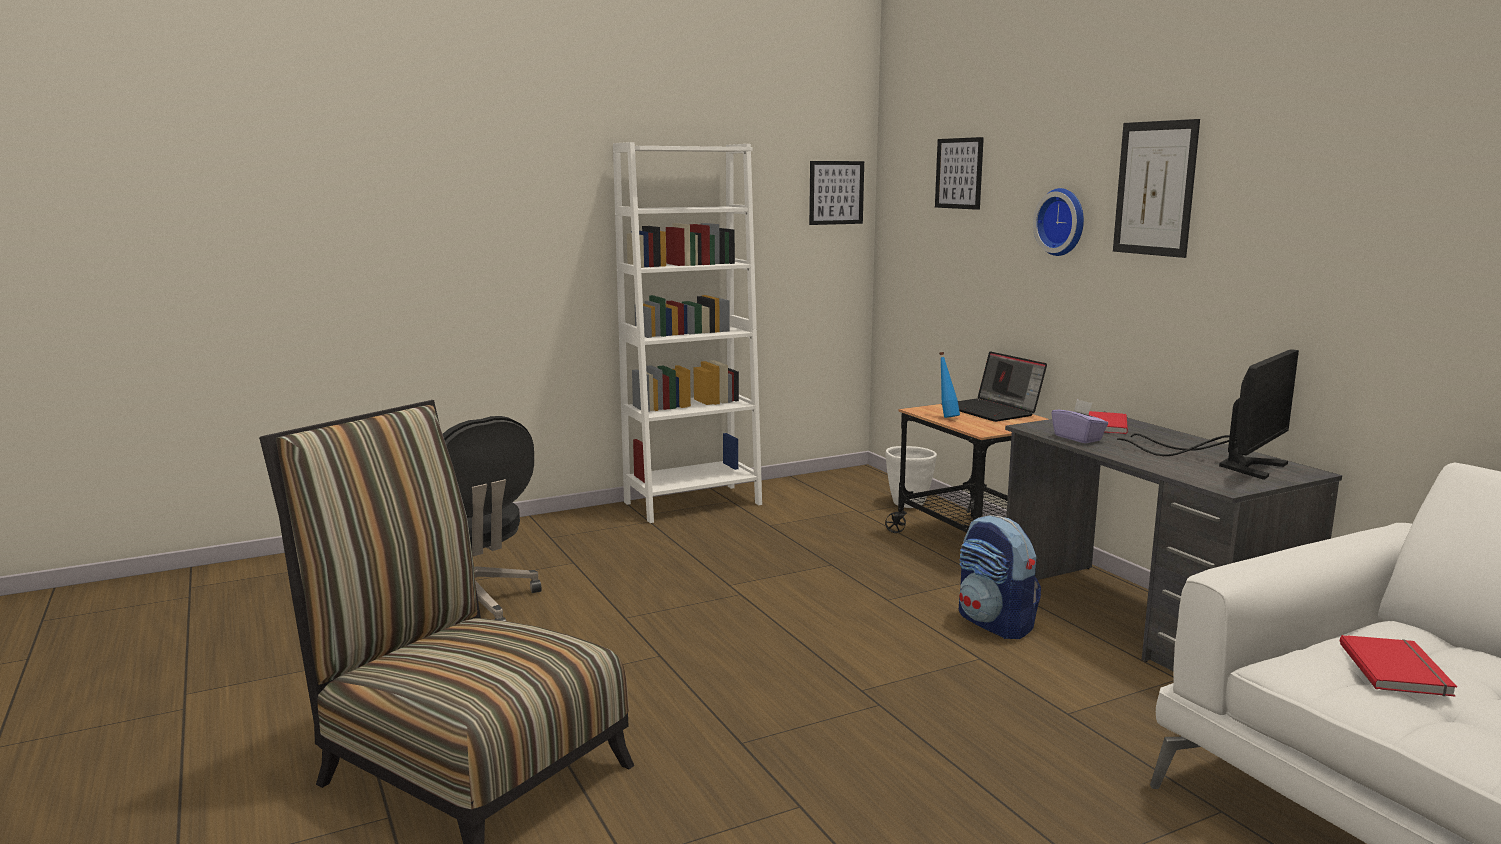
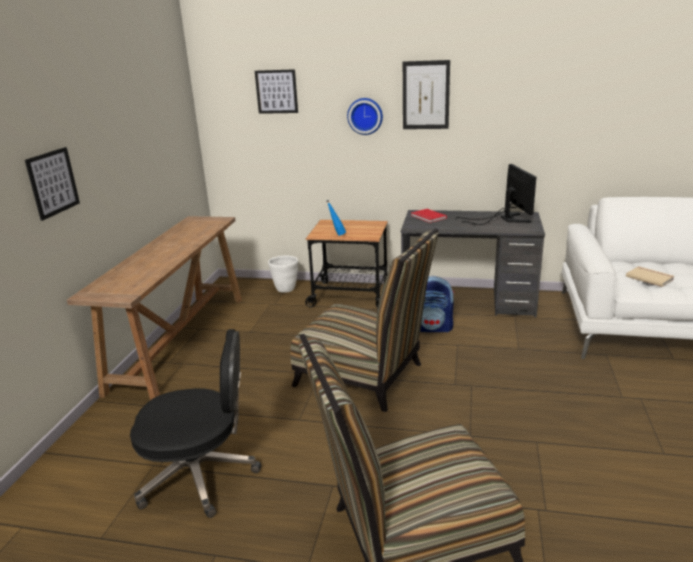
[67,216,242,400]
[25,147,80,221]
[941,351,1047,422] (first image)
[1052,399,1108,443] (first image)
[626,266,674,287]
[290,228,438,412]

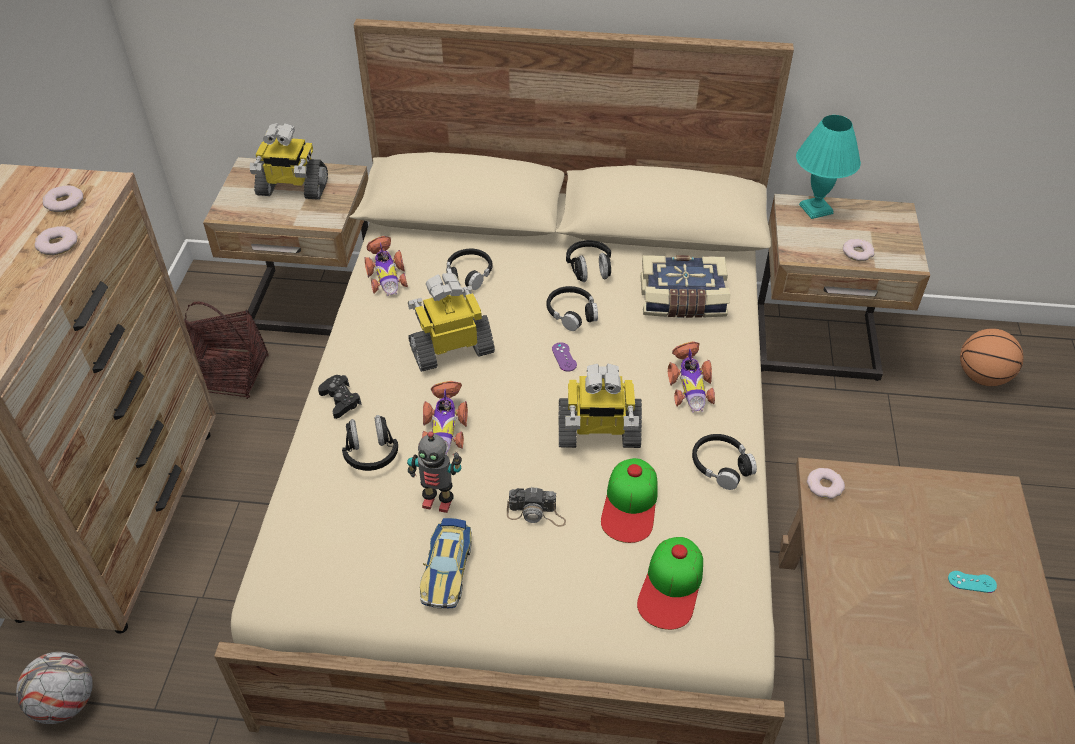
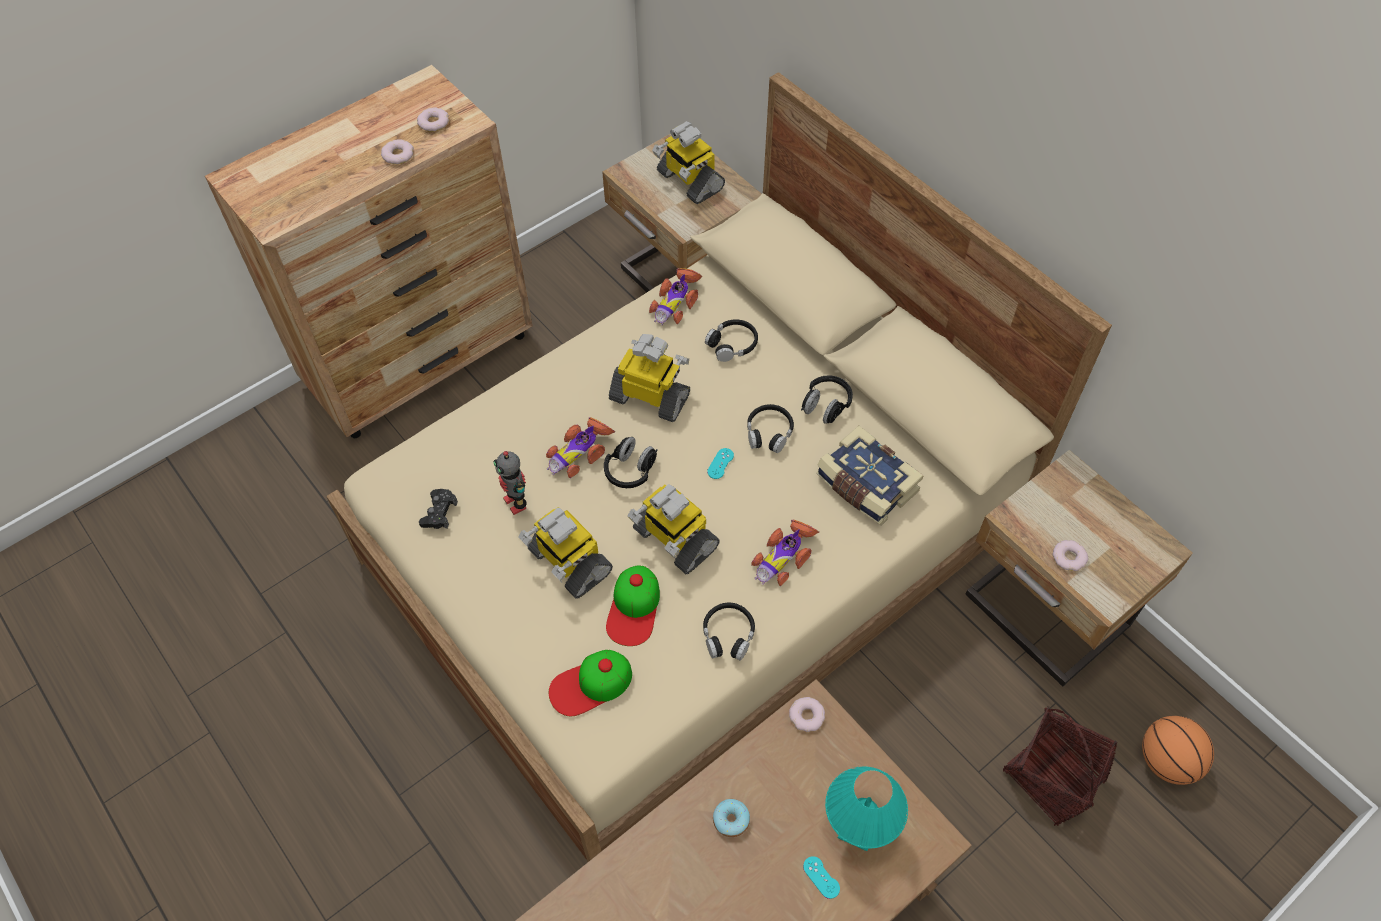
[16,652,93,724] (first image)
[1003,706,1117,826]
[419,489,458,529]
[604,437,657,488]
[420,518,472,608] (first image)
[518,507,613,599]
[707,448,734,479]
[606,565,660,646]
[825,766,908,851]
[713,799,750,837]

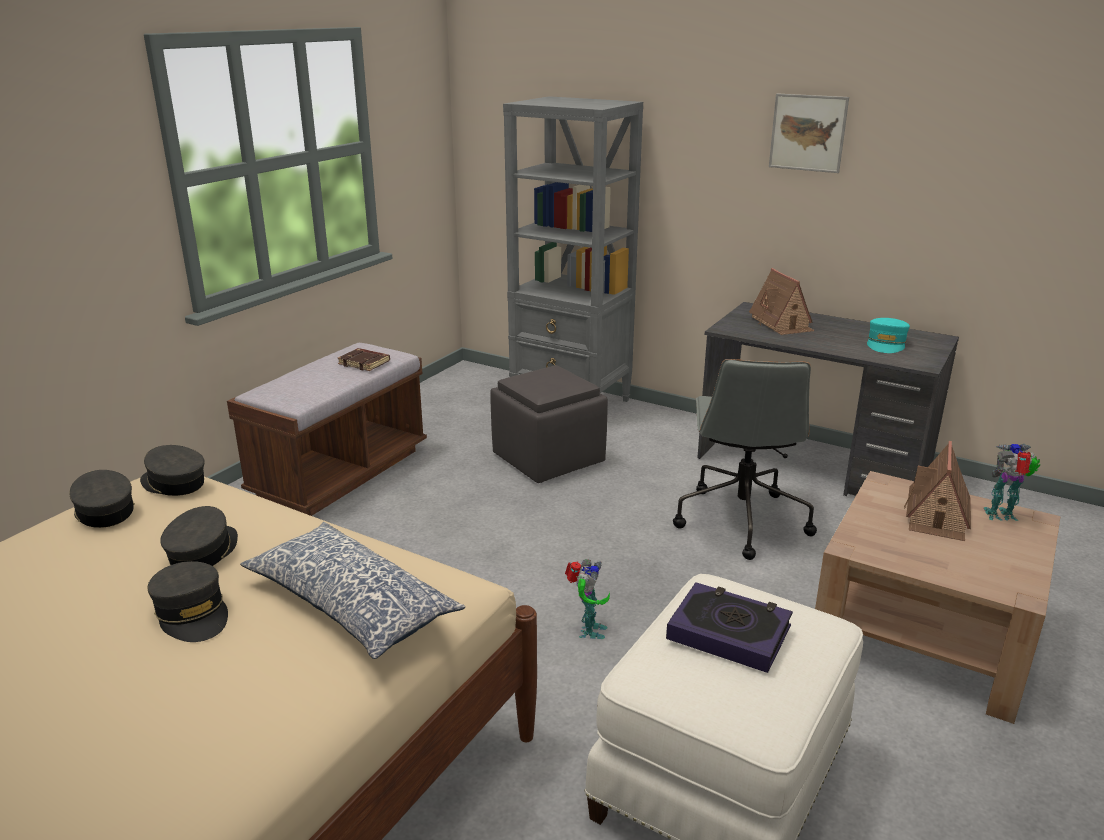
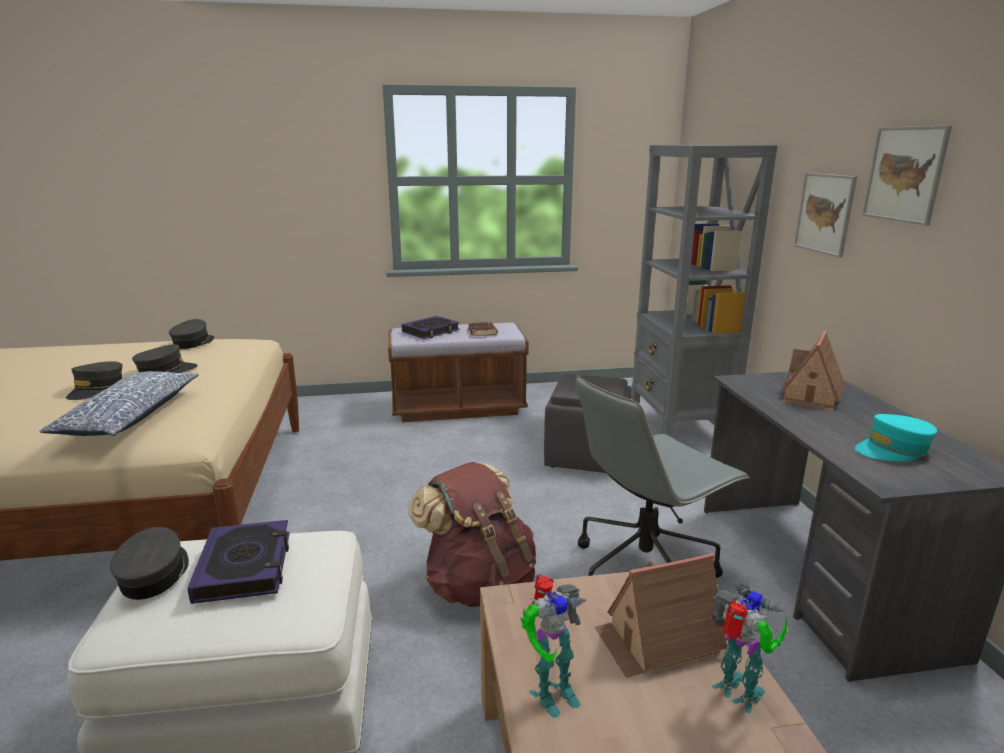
[110,527,189,600]
[521,574,586,717]
[402,316,459,339]
[409,462,536,607]
[794,173,857,258]

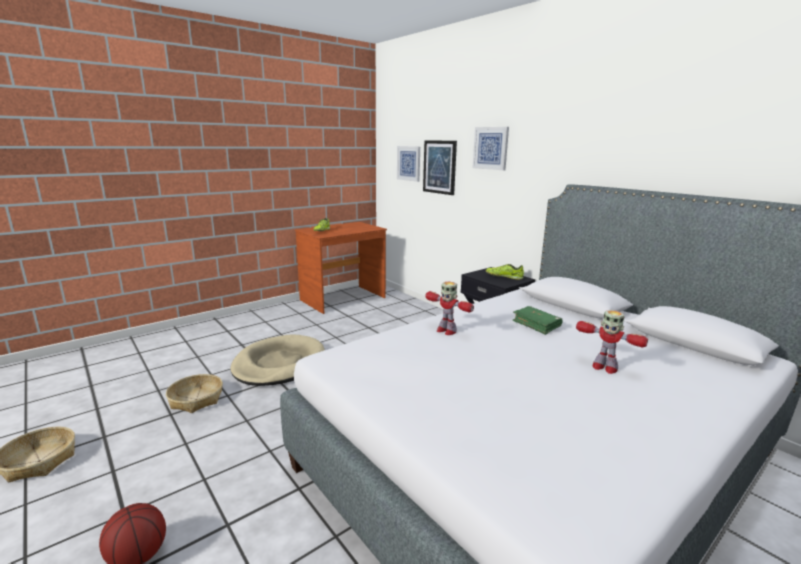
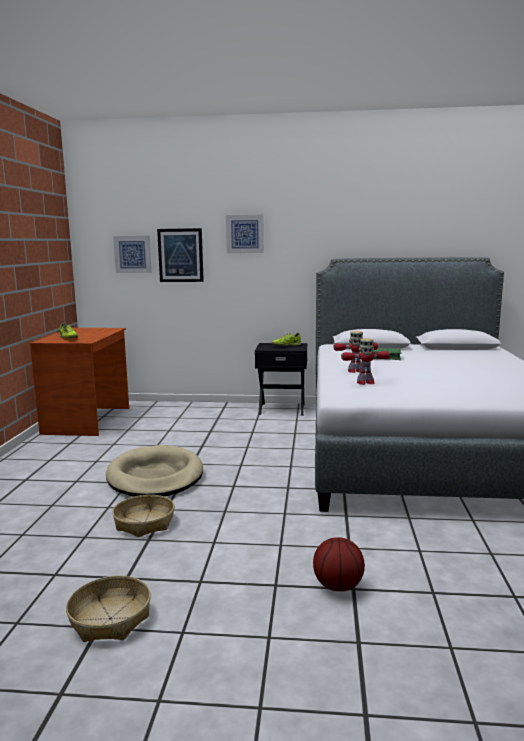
[341,338,390,385]

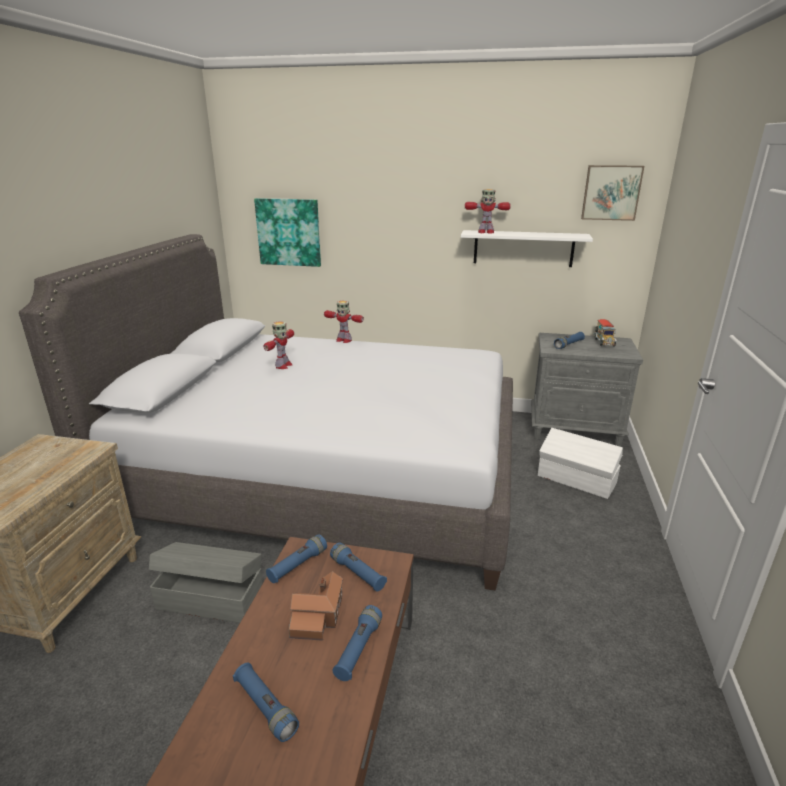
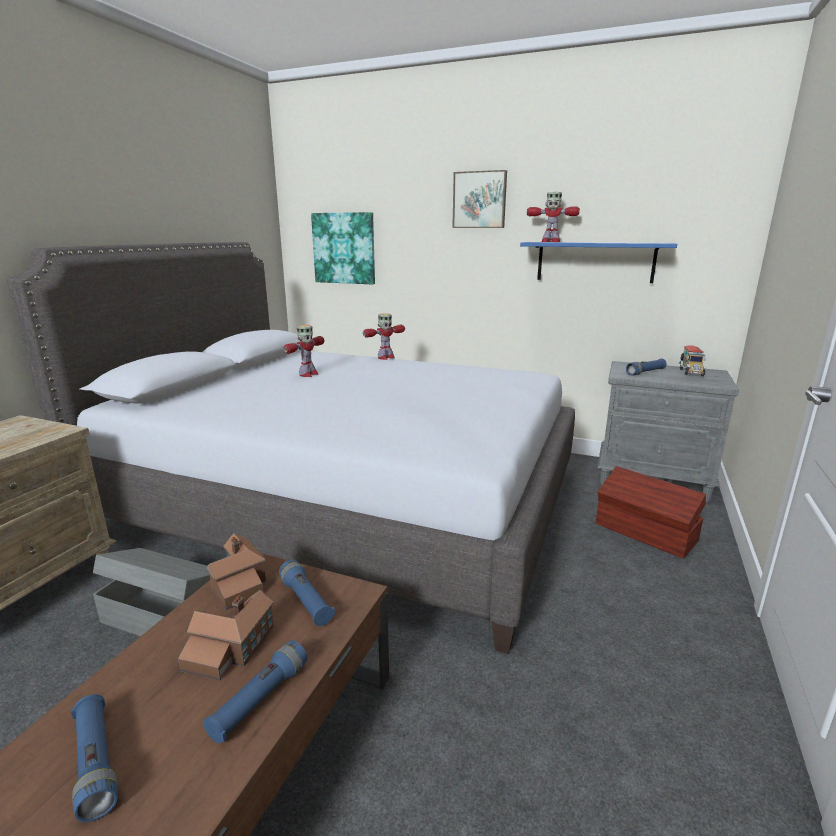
[206,533,266,610]
[363,313,405,360]
[520,242,677,283]
[596,466,706,558]
[452,170,507,228]

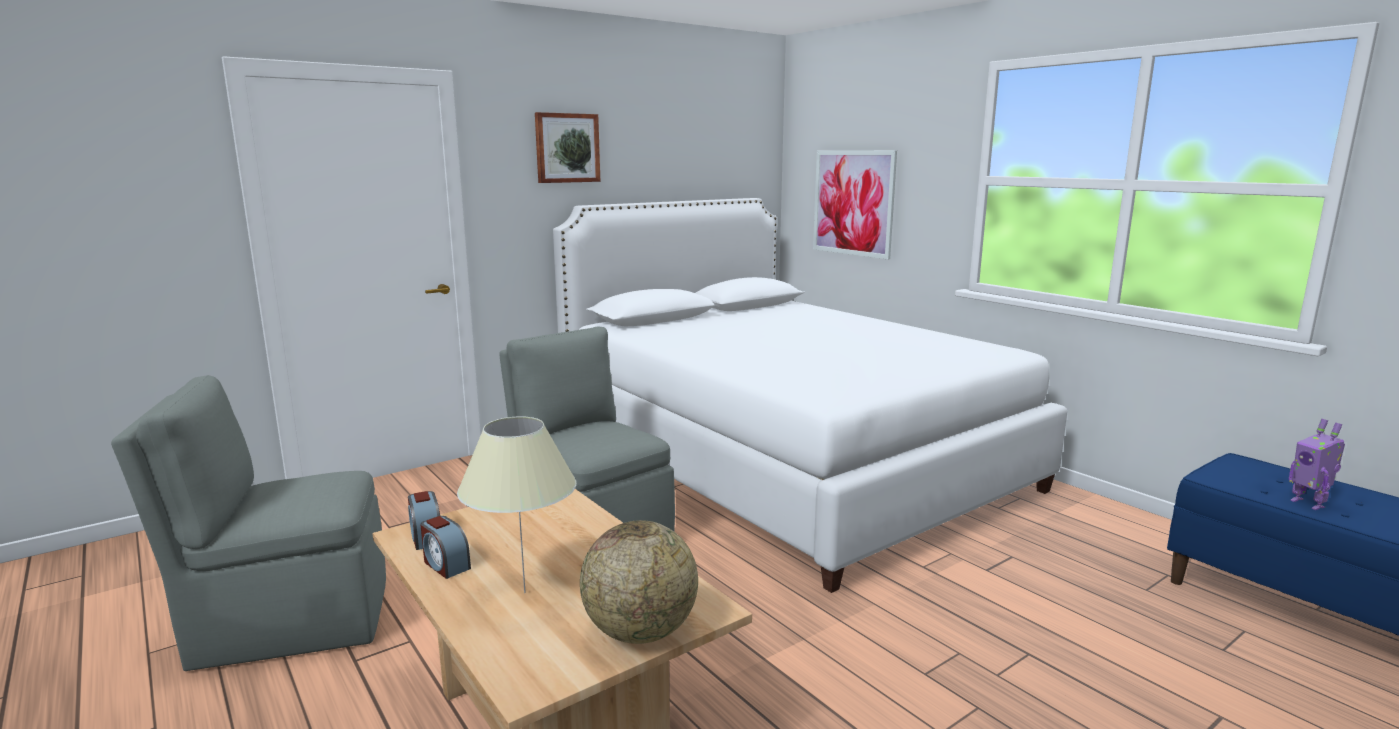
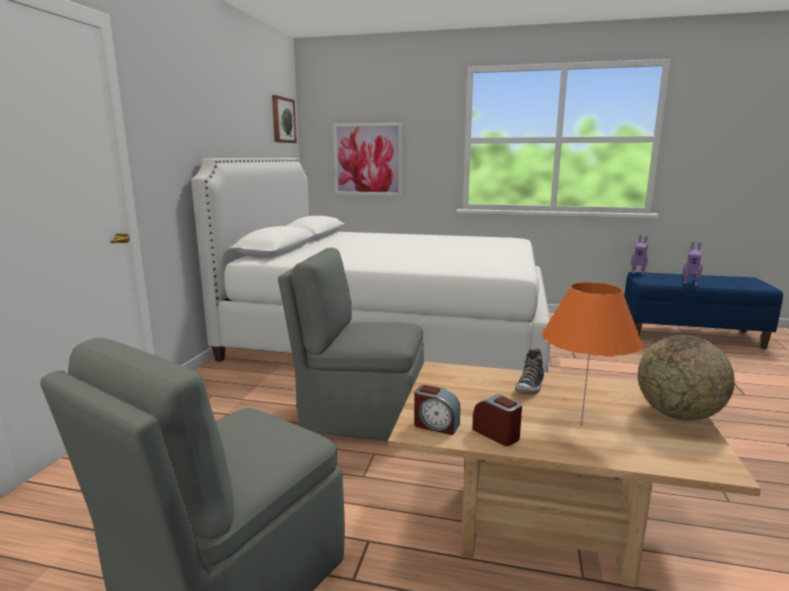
[473,395,522,446]
[542,282,643,426]
[272,95,297,143]
[515,348,544,394]
[631,235,648,275]

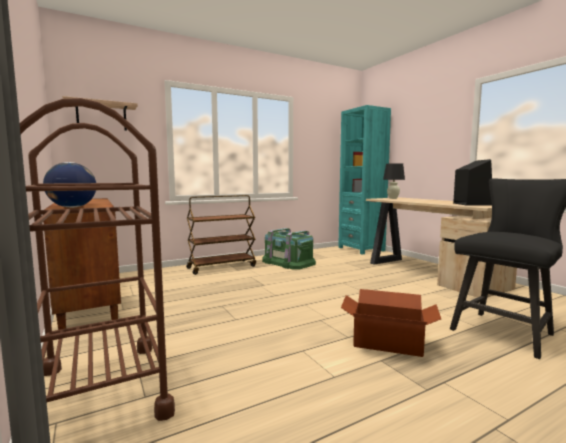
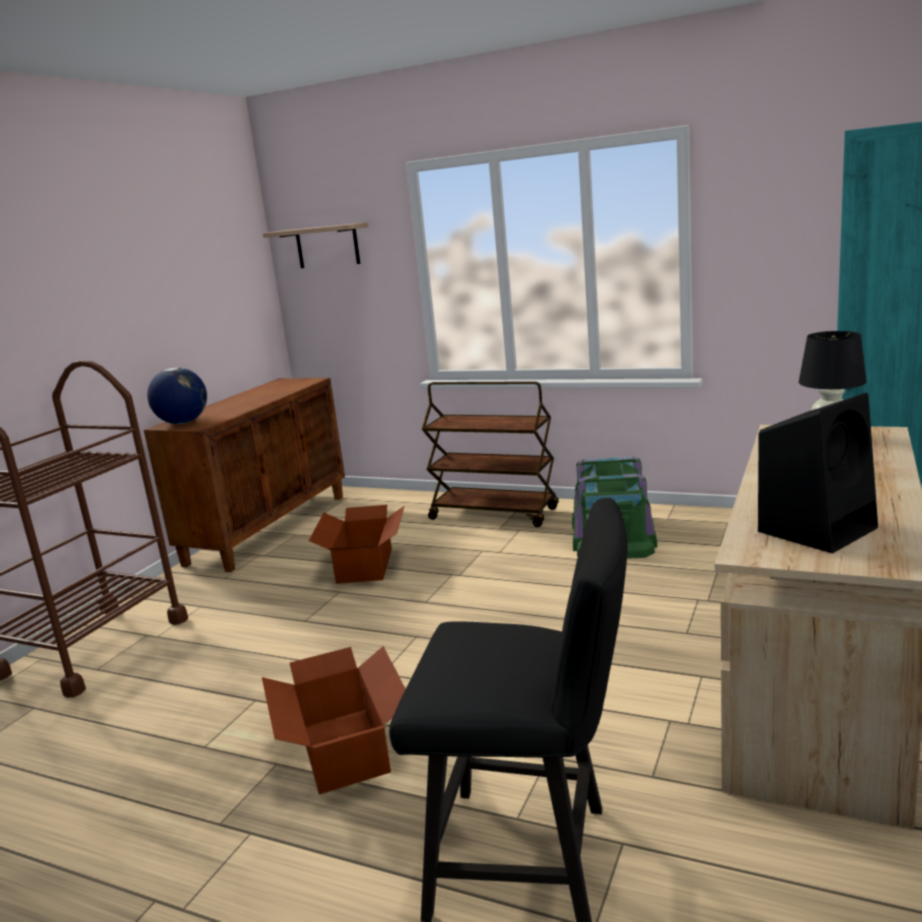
[309,505,405,584]

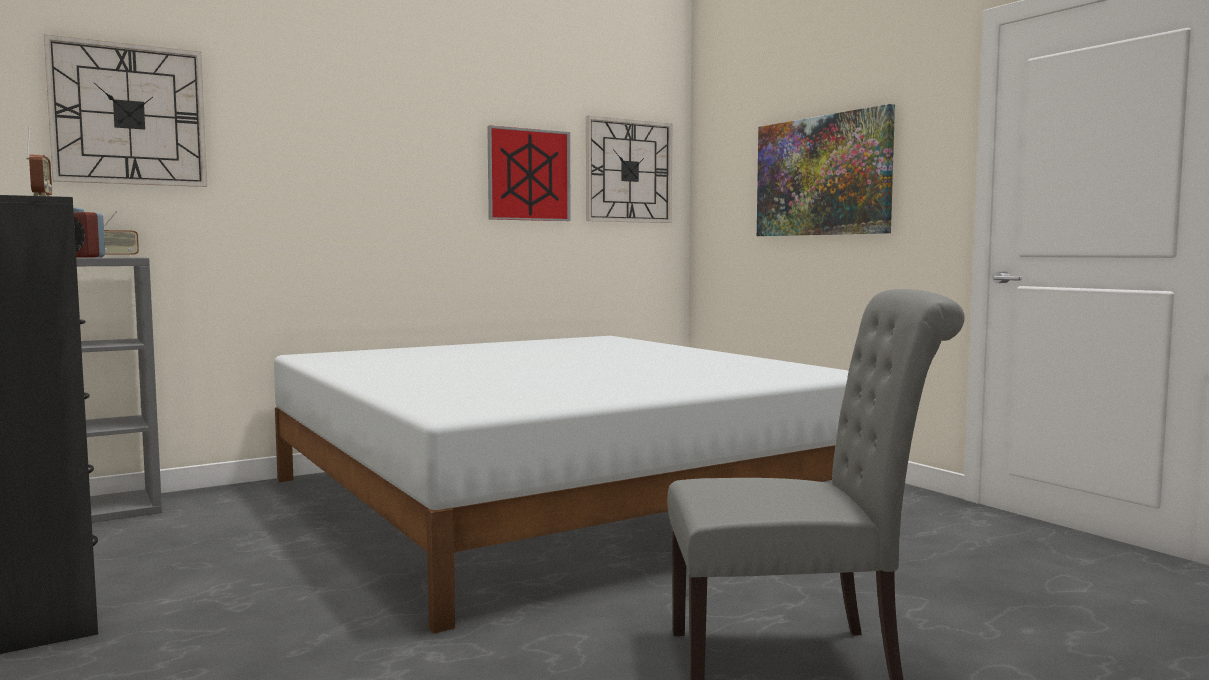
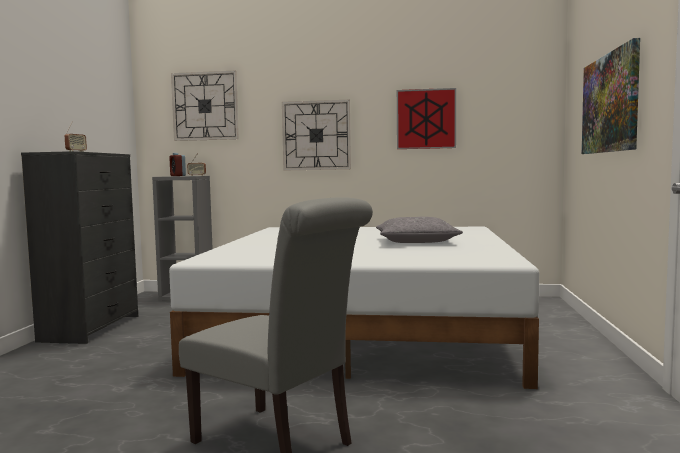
[282,100,351,170]
[376,217,463,243]

